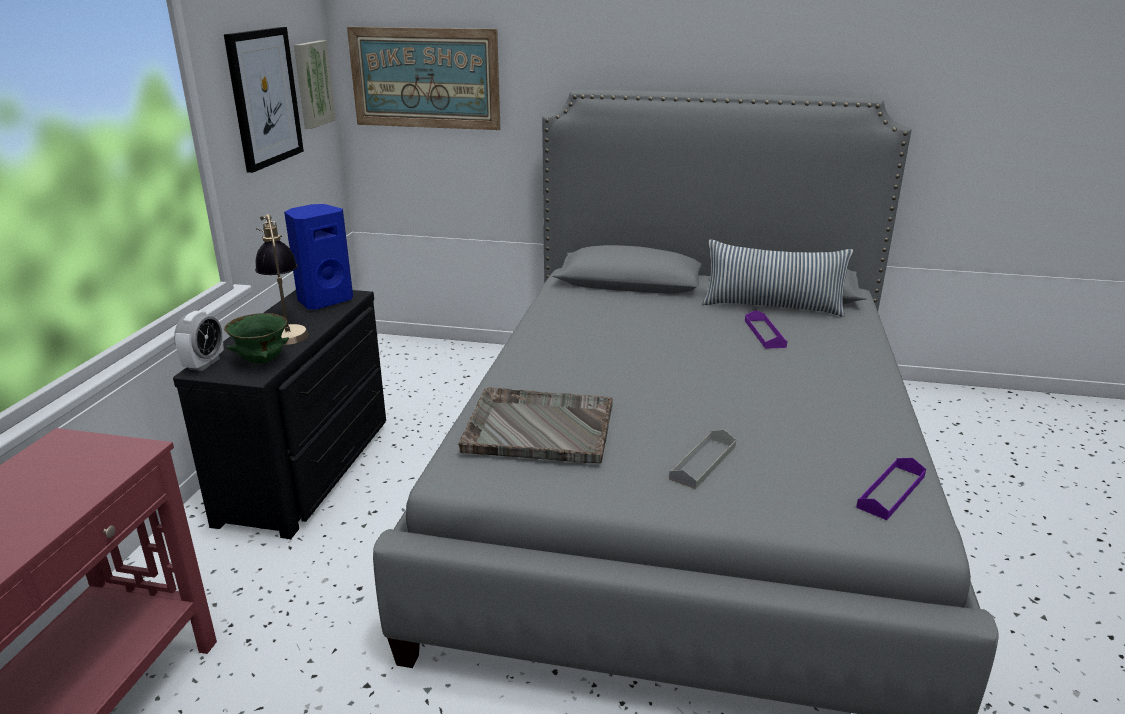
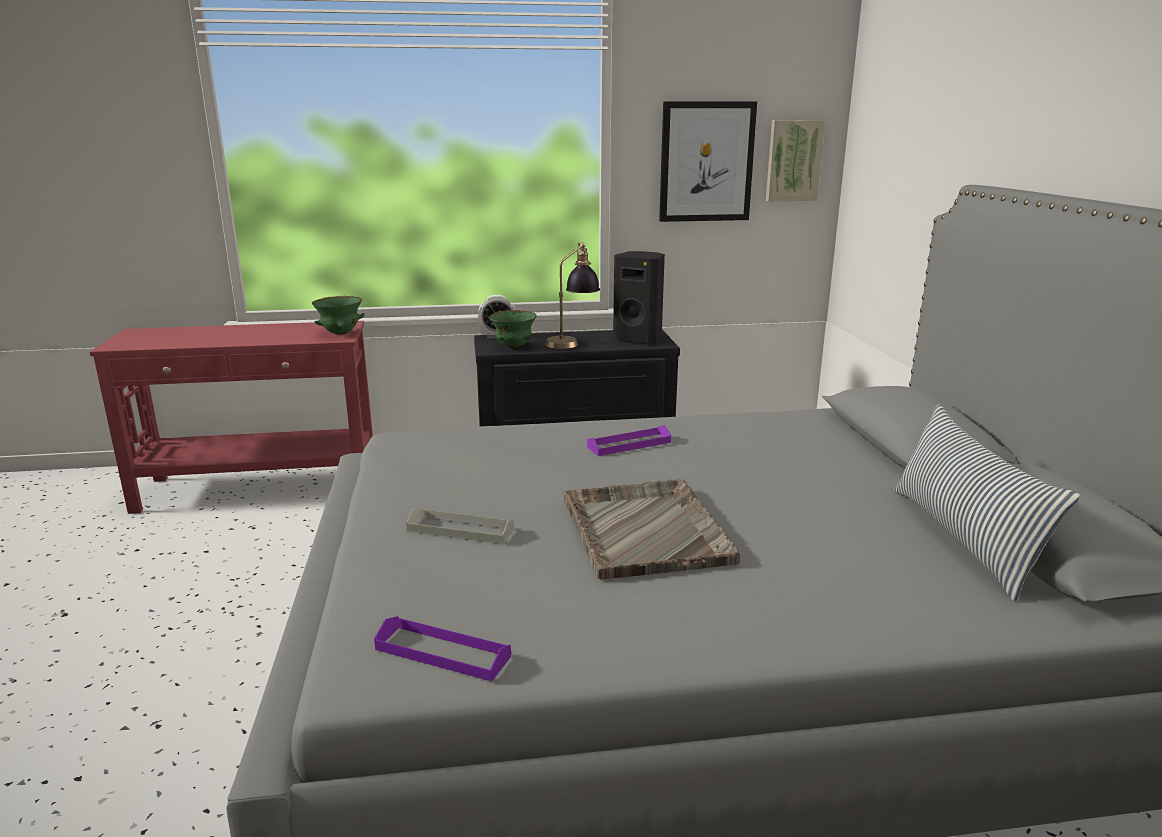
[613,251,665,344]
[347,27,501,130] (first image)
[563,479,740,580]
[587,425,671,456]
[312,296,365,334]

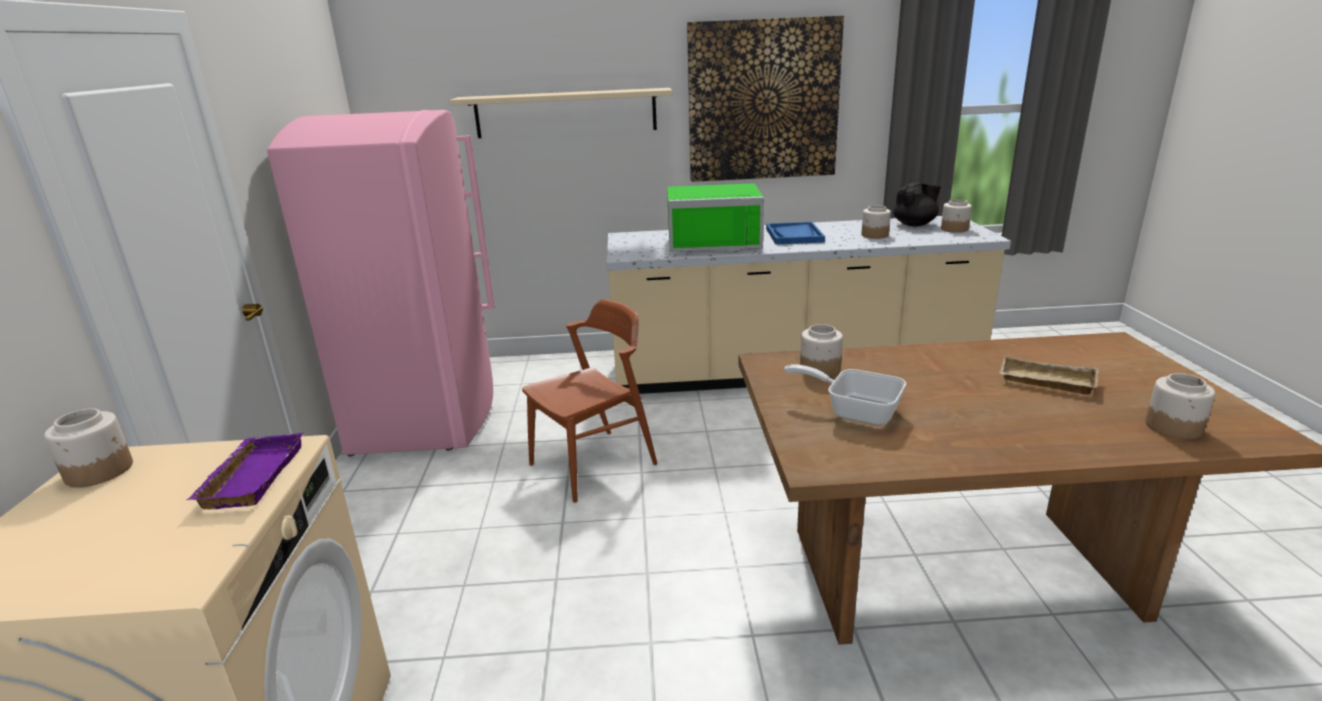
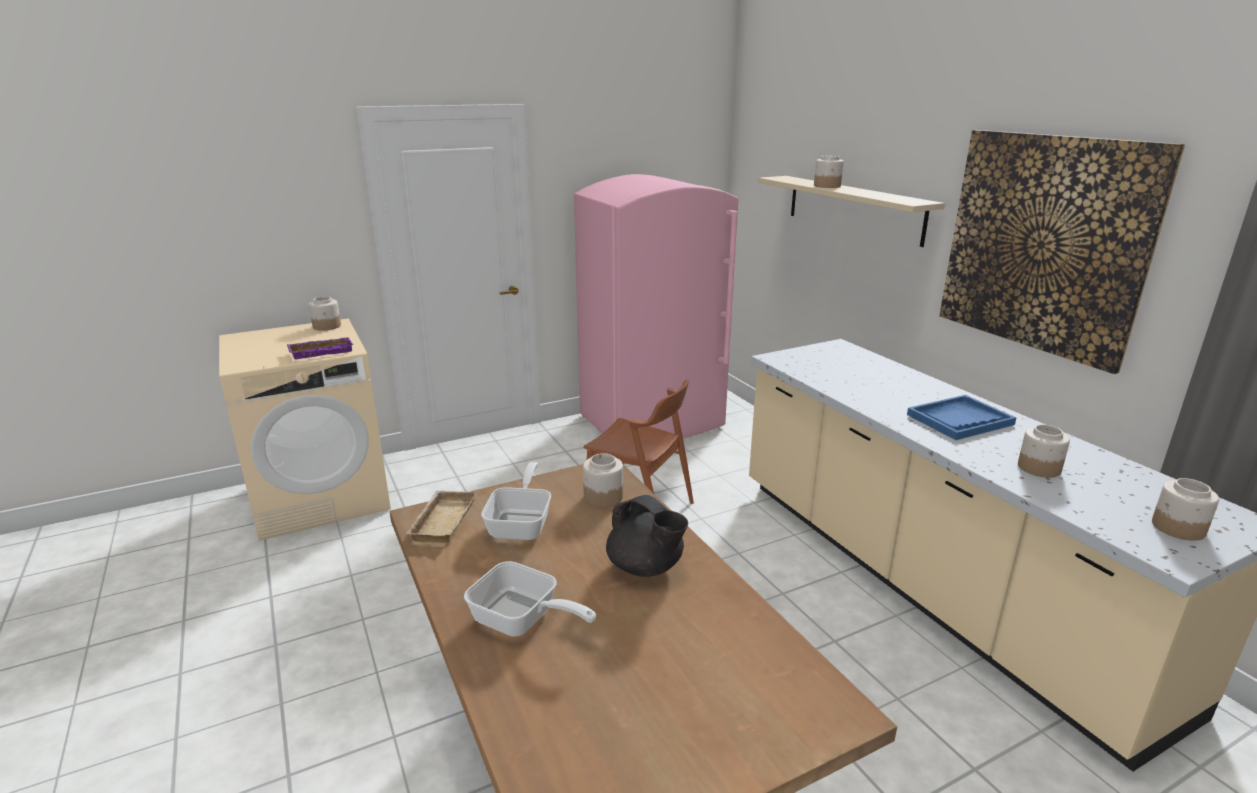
[667,183,764,252] (first image)
[606,495,688,577]
[406,491,476,543]
[814,155,844,188]
[464,561,596,637]

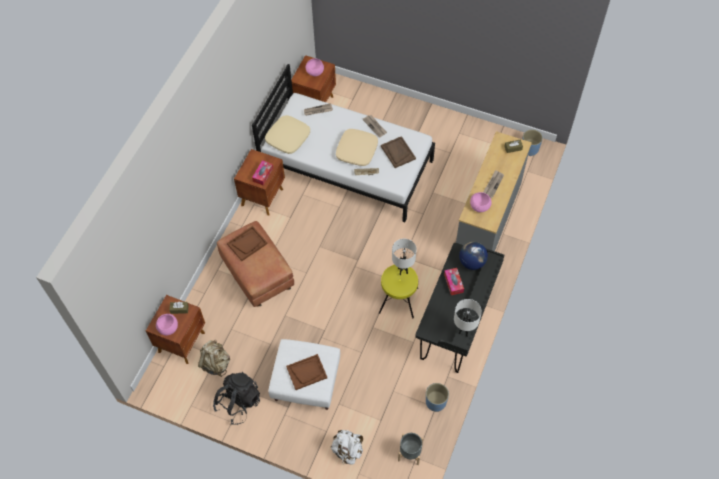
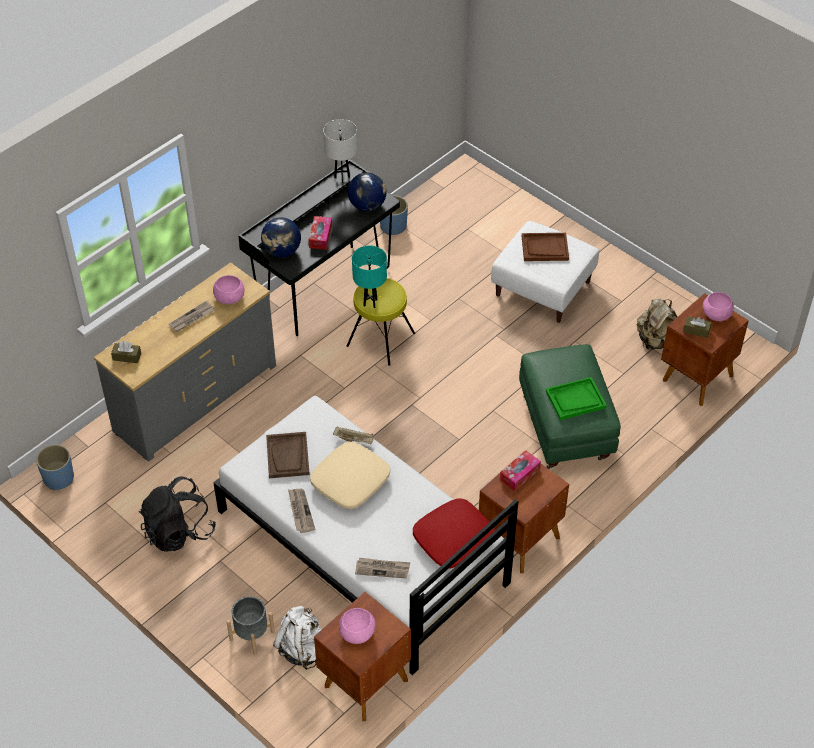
[139,476,216,552]
[519,344,621,469]
[546,377,606,420]
[413,498,495,568]
[273,606,322,670]
[352,245,387,308]
[226,596,275,655]
[348,172,387,211]

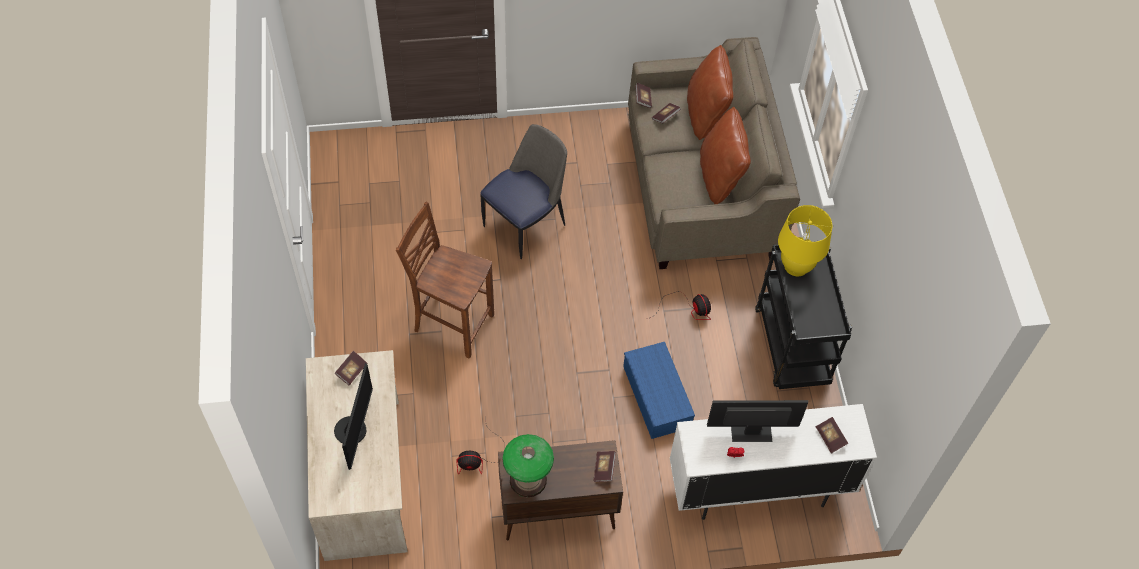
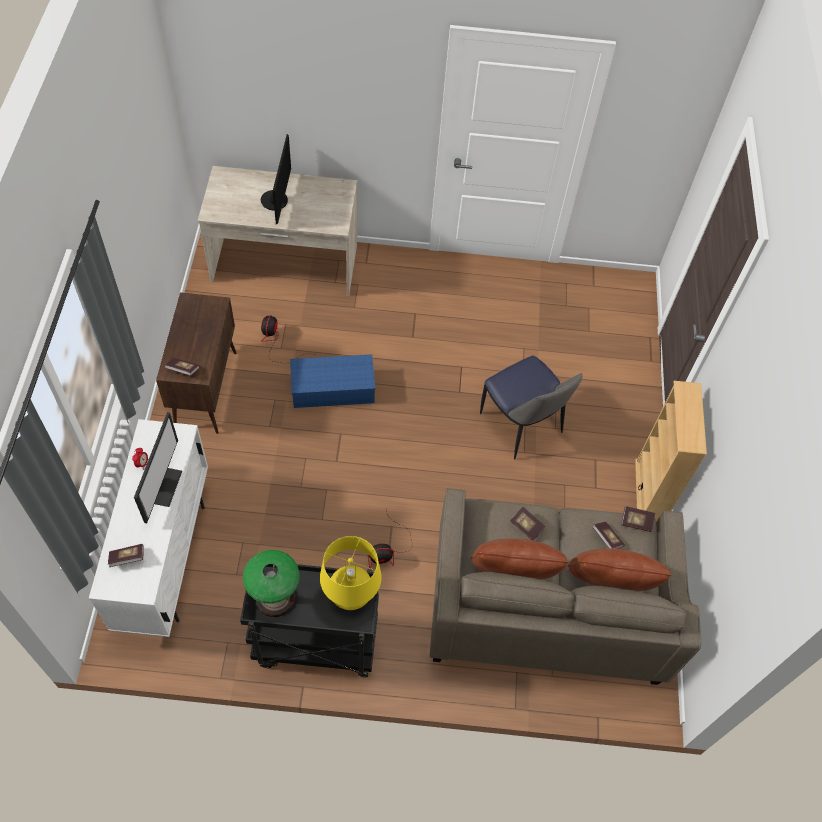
[510,506,546,541]
[261,134,291,224]
[396,202,494,359] (first image)
[243,550,300,617]
[290,354,375,408]
[635,381,707,522]

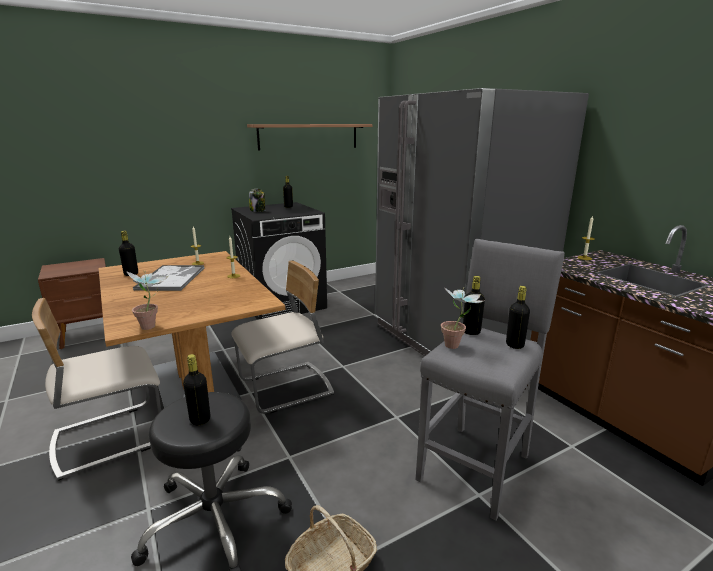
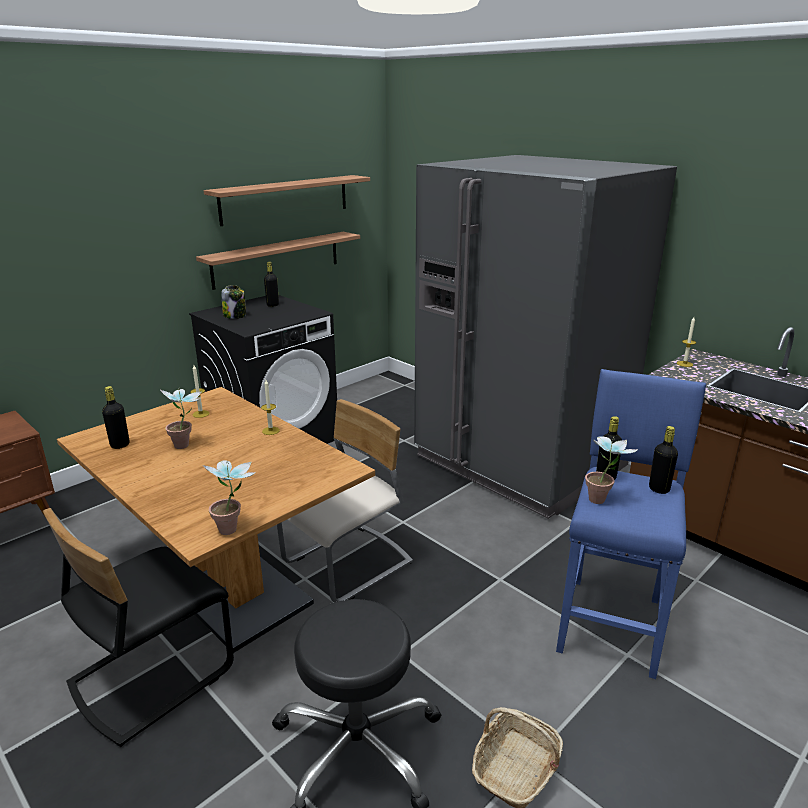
[43,508,234,747]
[160,388,202,449]
[183,354,210,425] (first image)
[556,369,706,679]
[196,232,360,290]

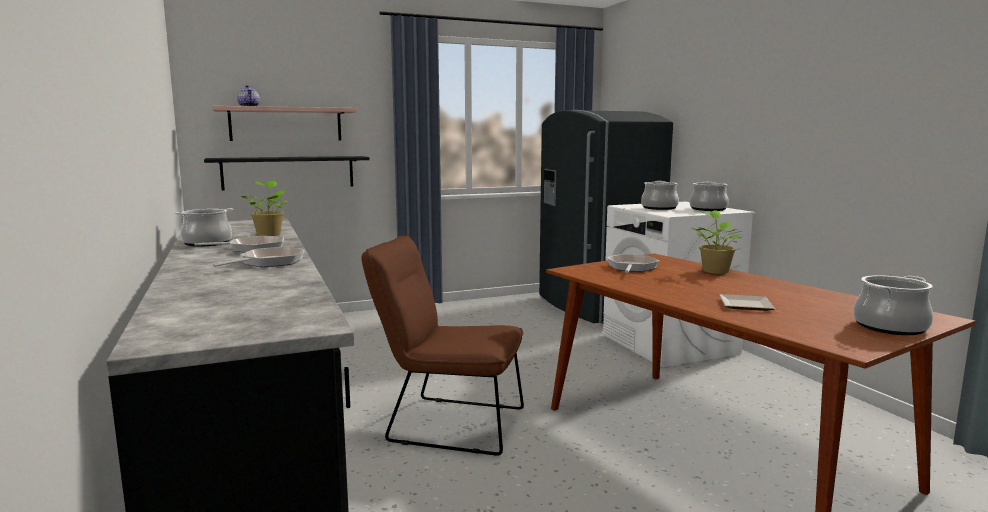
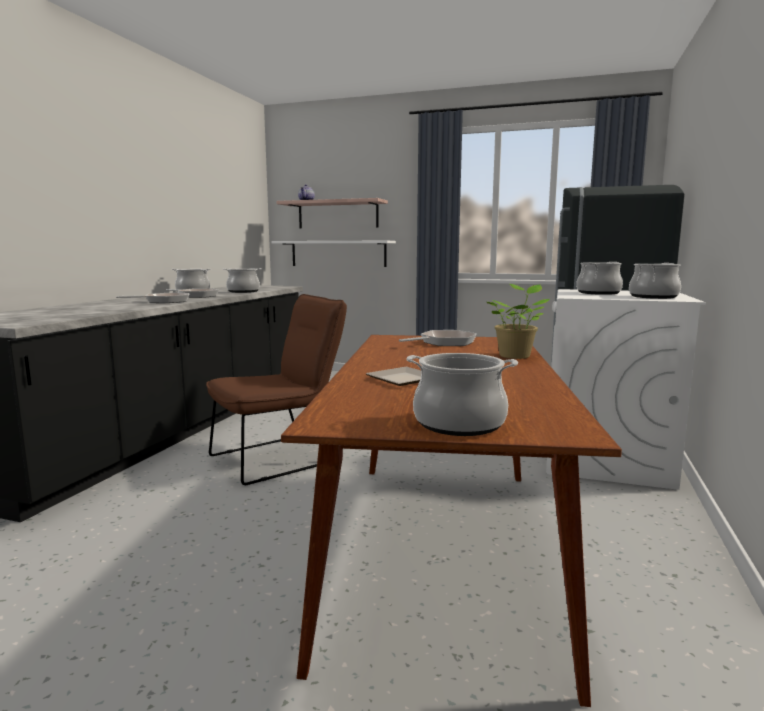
[271,241,396,267]
[223,268,262,293]
[206,294,347,485]

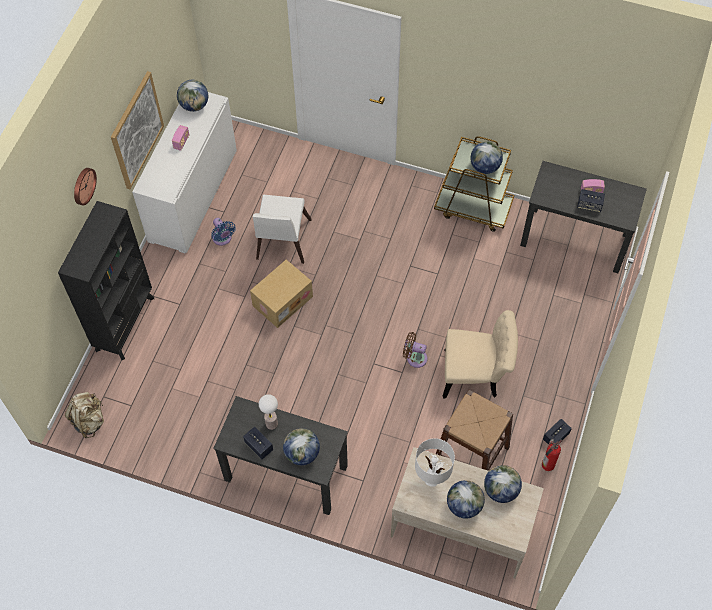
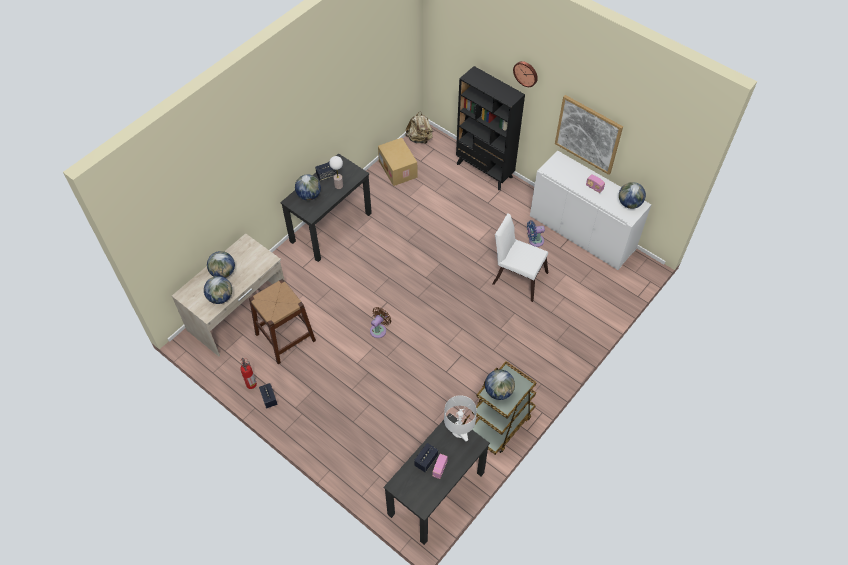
[378,138,417,186]
[444,395,477,441]
[443,310,518,399] (first image)

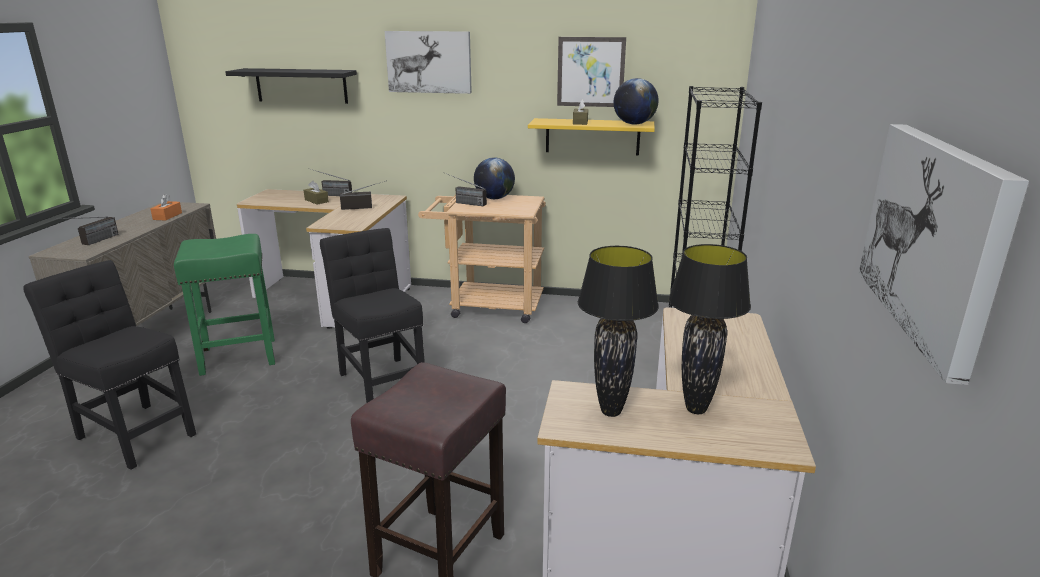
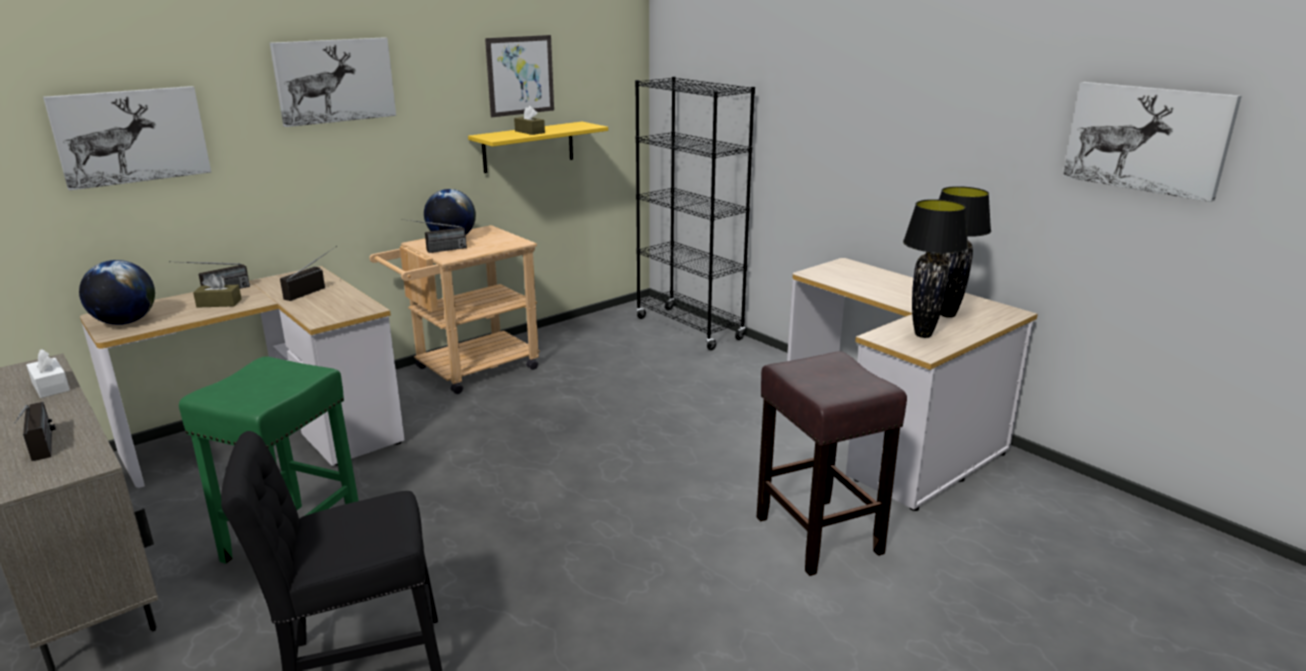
[26,349,70,398]
[43,86,211,191]
[320,228,425,403] (first image)
[79,260,155,325]

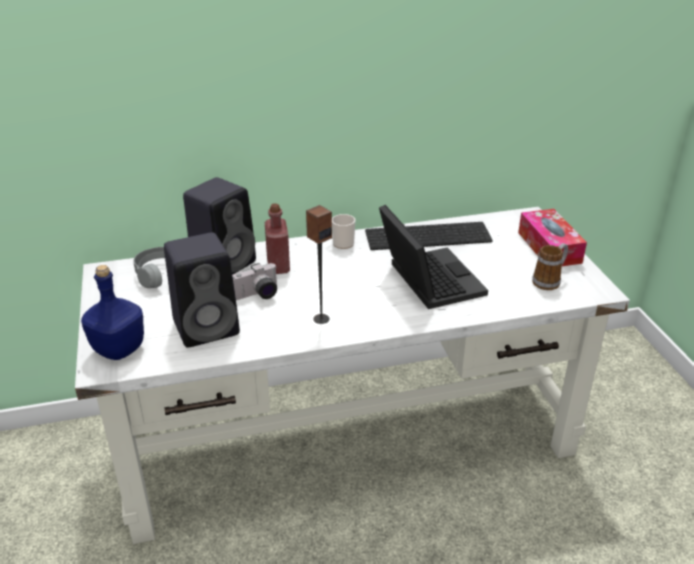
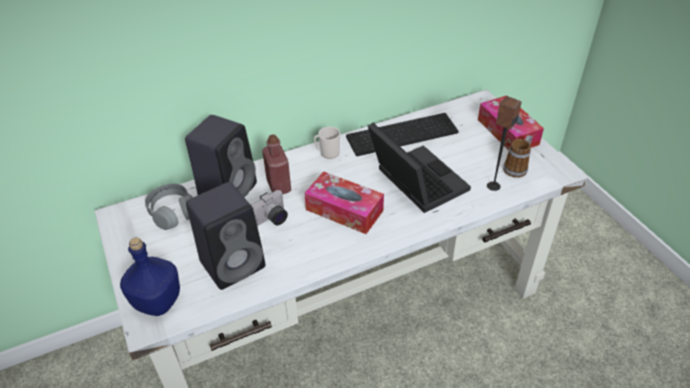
[487,96,522,191]
[304,171,384,234]

